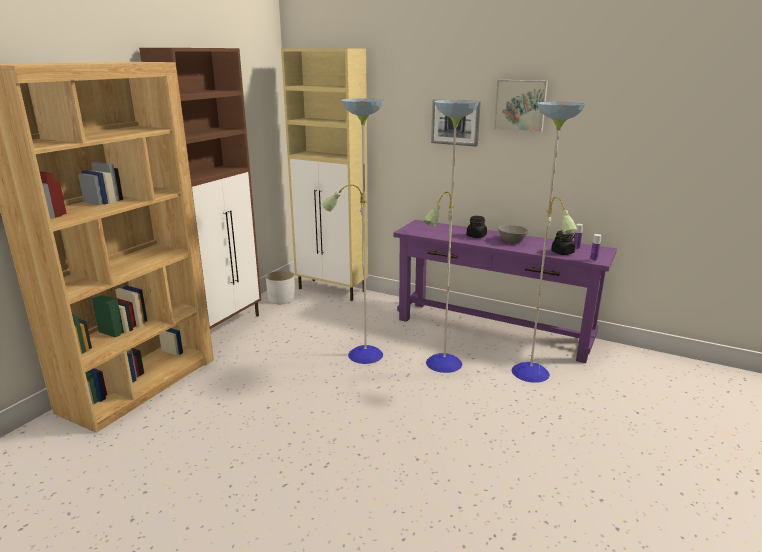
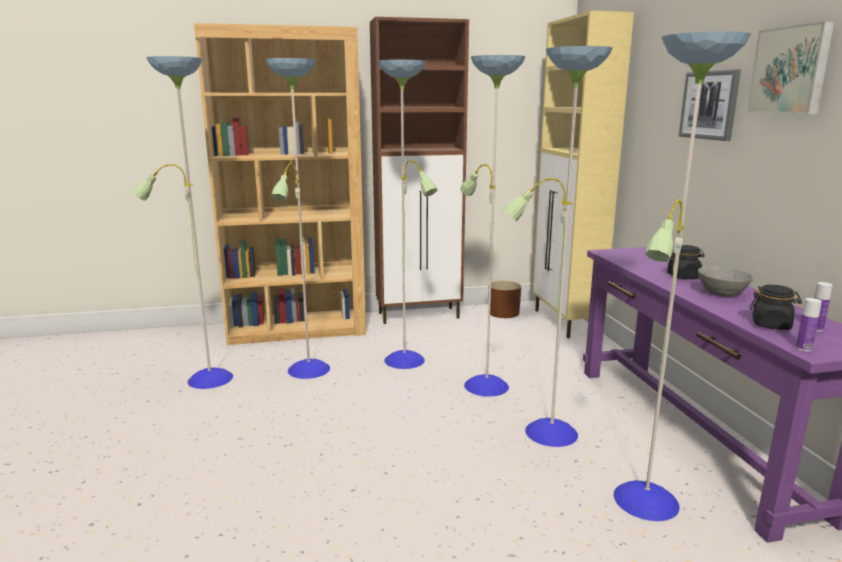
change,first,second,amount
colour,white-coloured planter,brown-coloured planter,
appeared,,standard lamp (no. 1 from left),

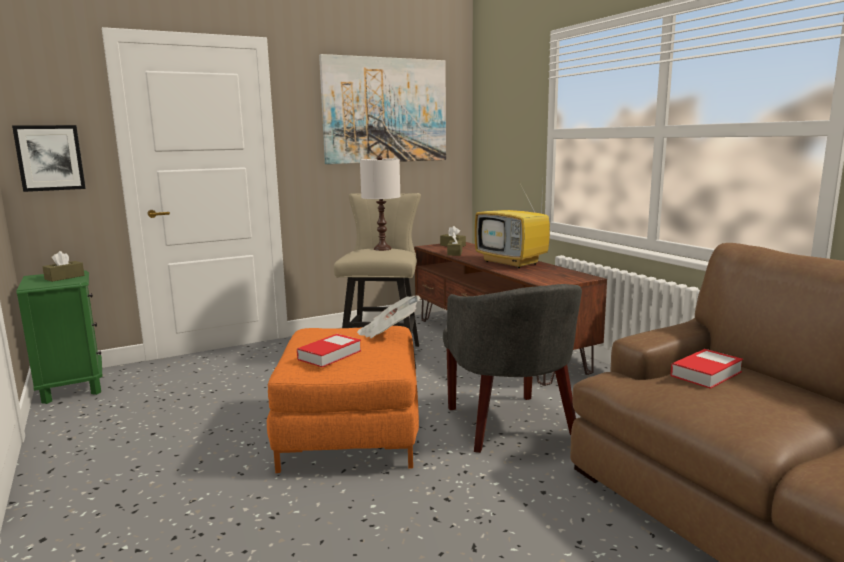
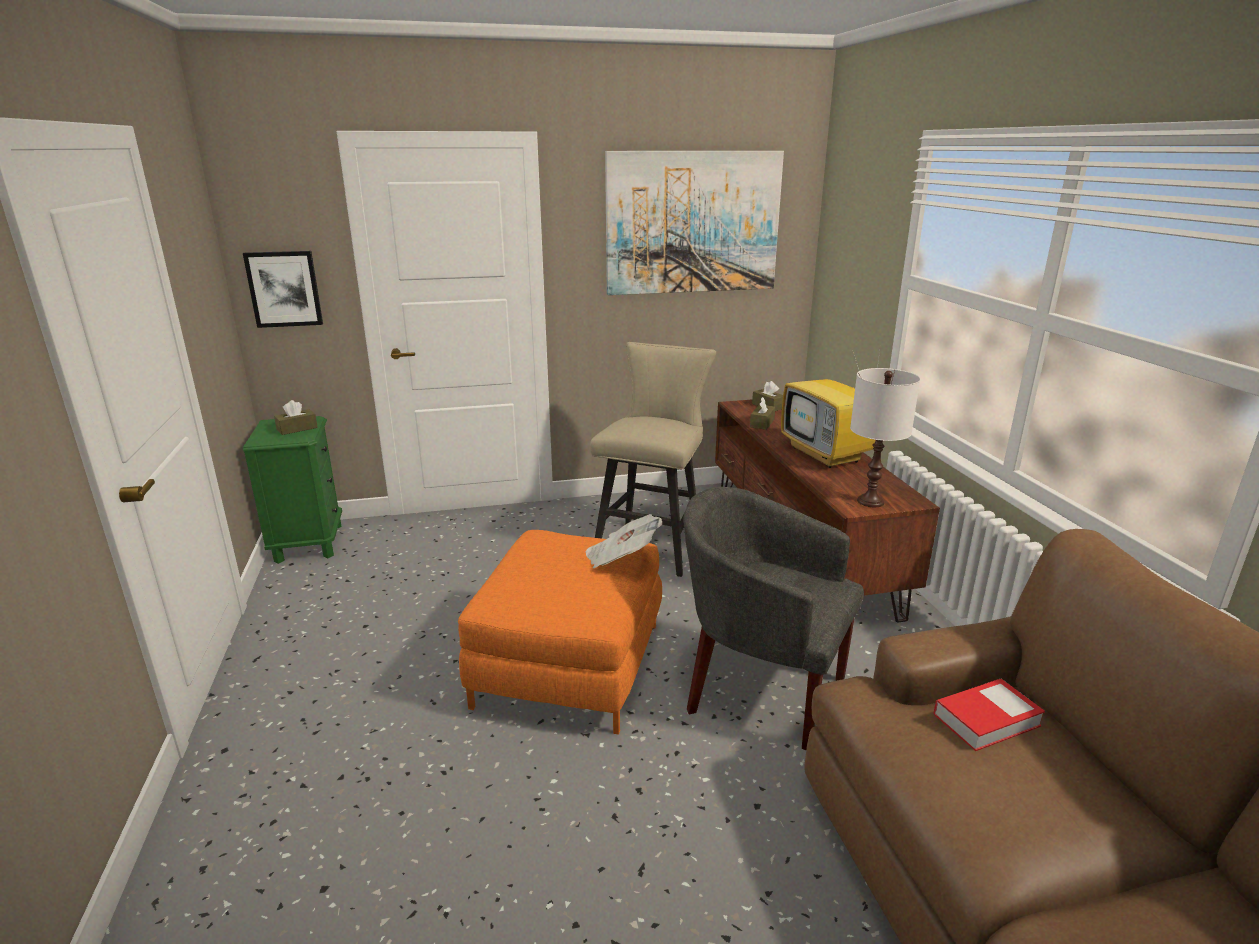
change,first,second,amount
relocated,white-coloured table lamp,,
spun,gray easy chair,,120 degrees clockwise
missing,bound book (no. 1 from left),,

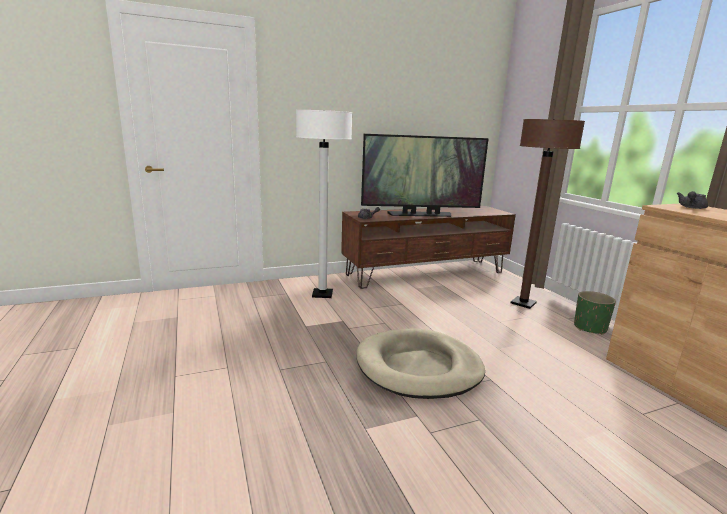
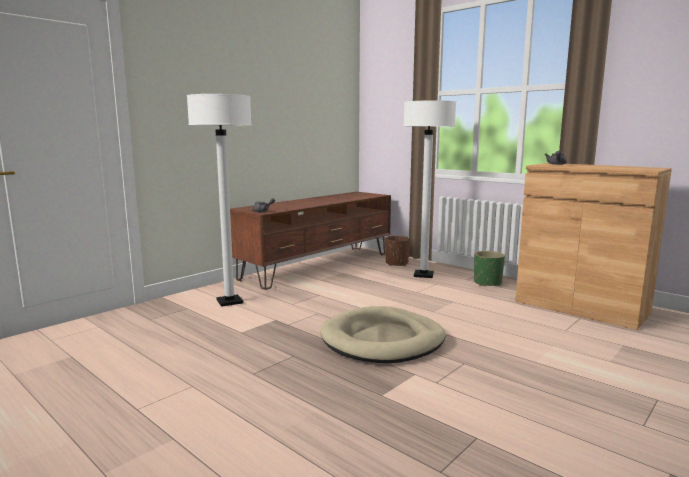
change,first,second,amount
colour,brown-coloured standard lamp,white-coloured standard lamp (no. 2 from left),
missing,TV set,,
appeared,,brown-coloured planter,

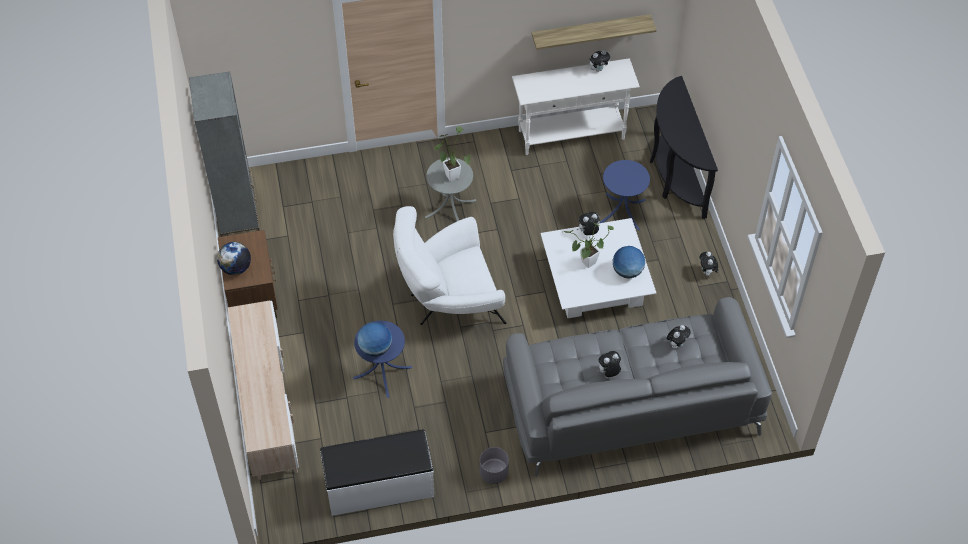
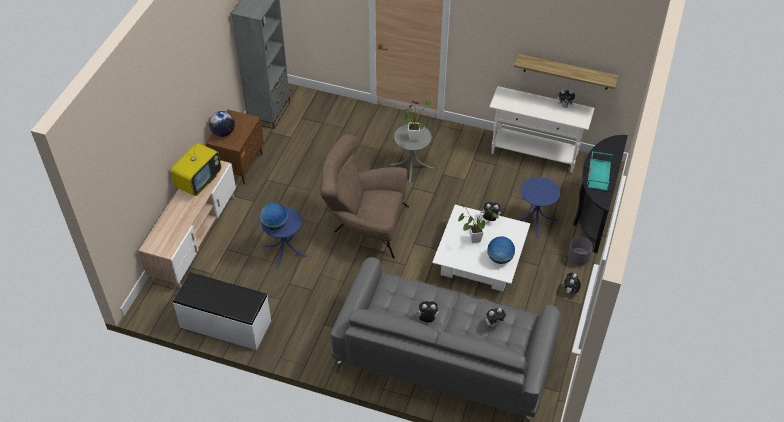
change,first,second,amount
colour,white-coloured easy chair,brown-coloured easy chair,
relocated,gray planter,,
appeared,,TV set,
appeared,,turquoise tray,

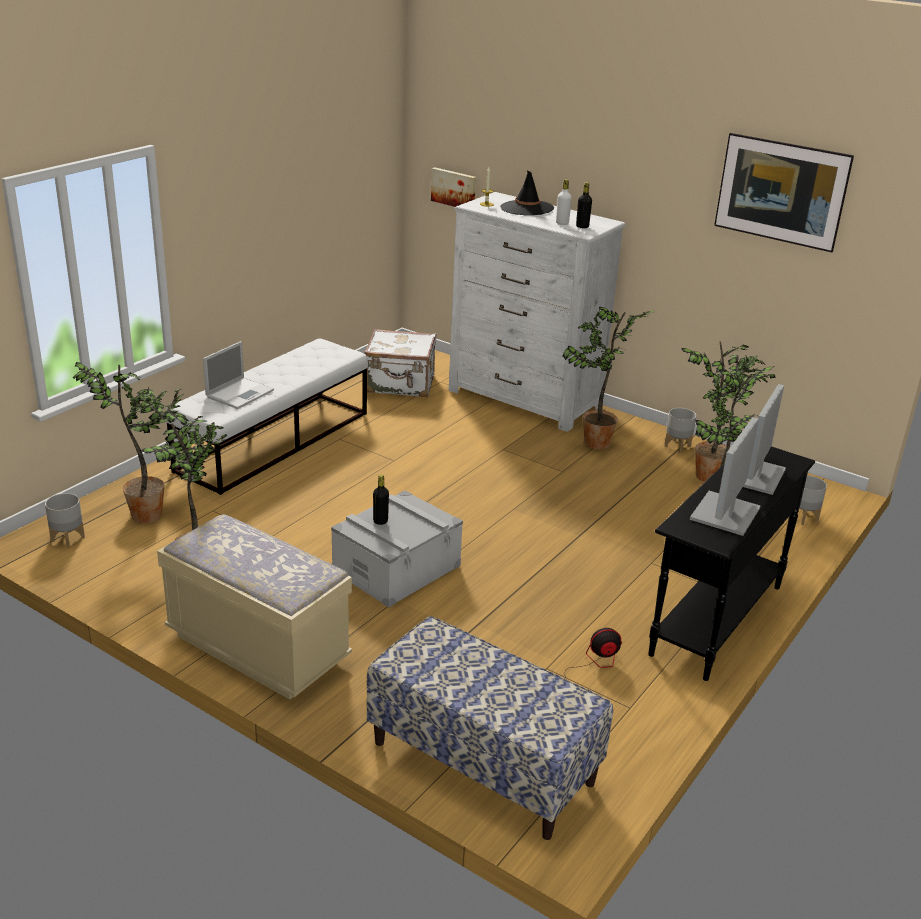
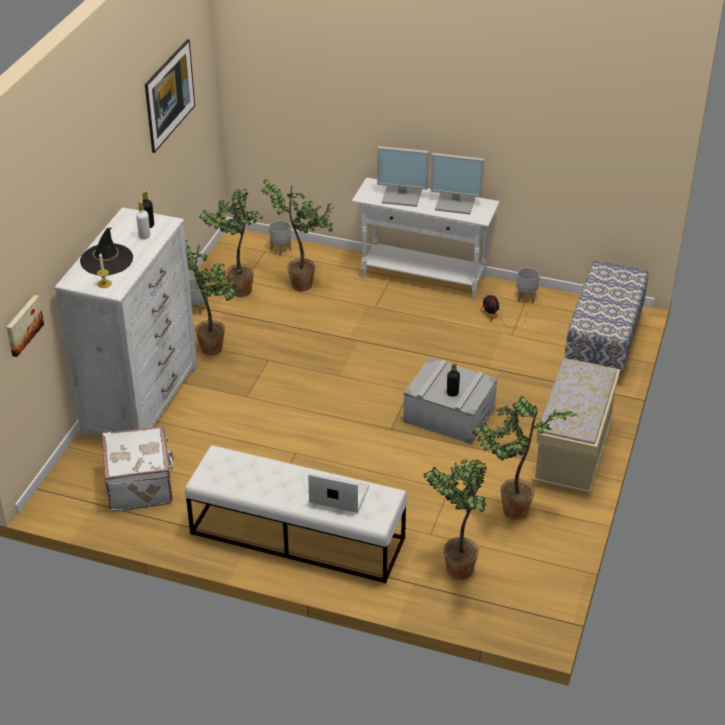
change,first,second,amount
colour,black narrow table,white-coloured narrow table,
relocated,gray planter (no. 1 from left in the first image),gray planter (no. 3 from left),

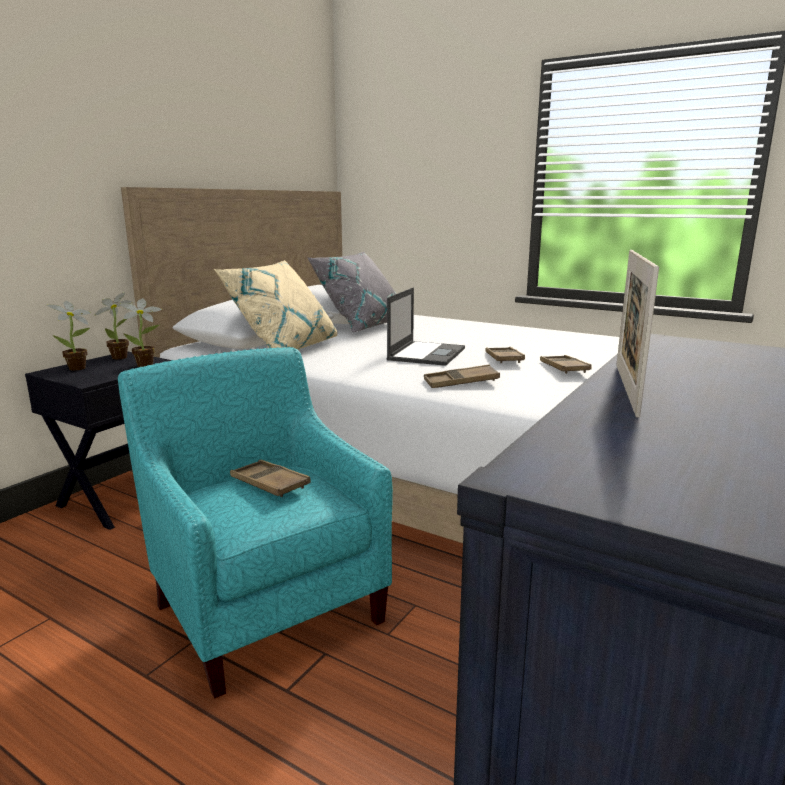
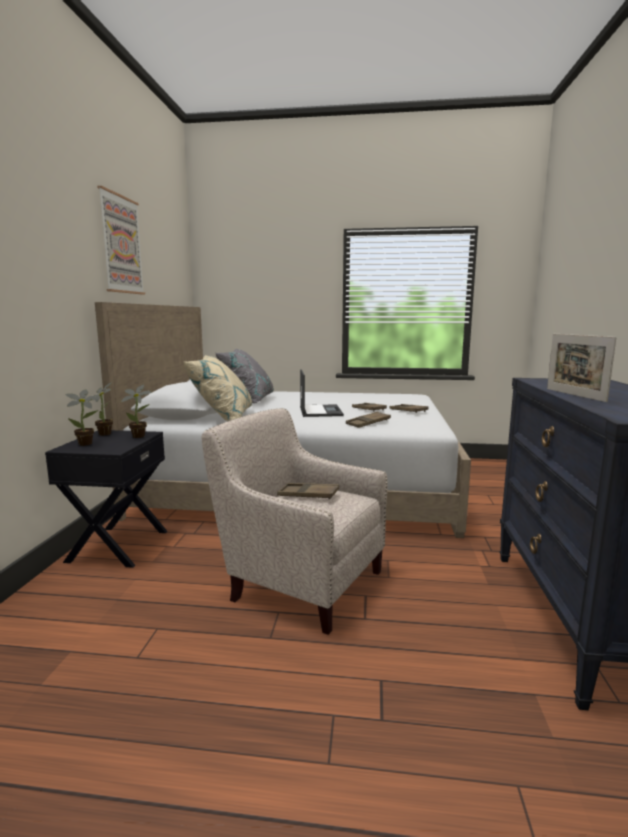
change,first,second,amount
colour,turquoise easy chair,sand-coloured easy chair,
appeared,,wall art,

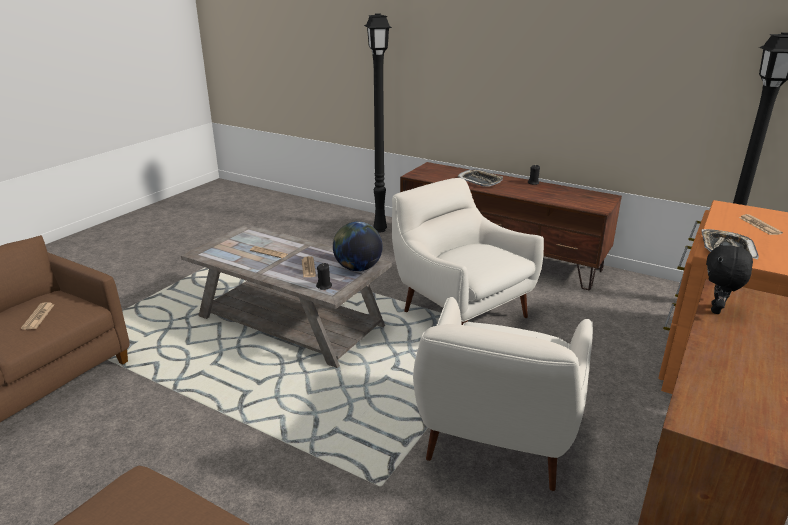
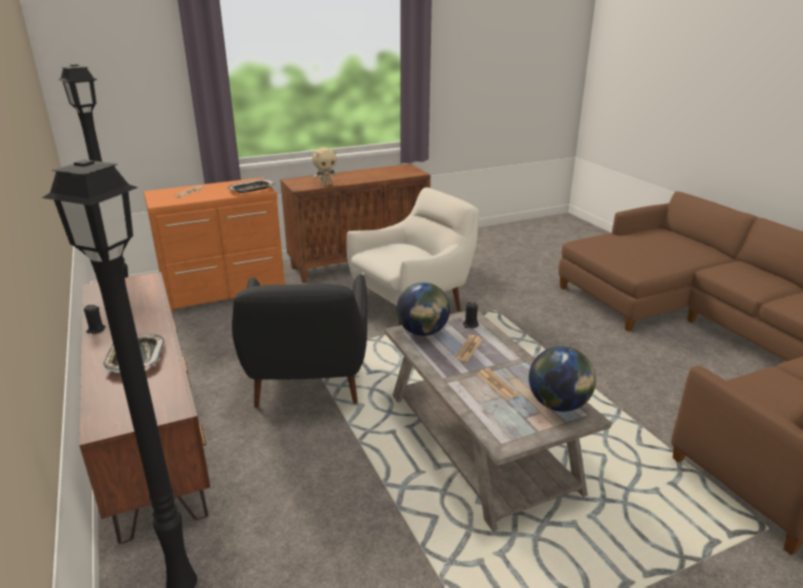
change,first,second,amount
colour,white-coloured easy chair (no. 1 from left),black easy chair,
colour,black soft toy,sand-coloured soft toy,
missing,daily paper (no. 1 from left),,
appeared,,world globe (no. 2 from left),

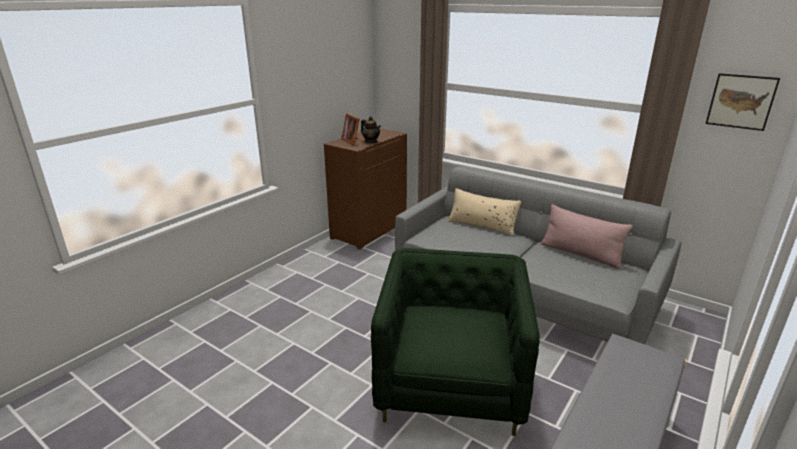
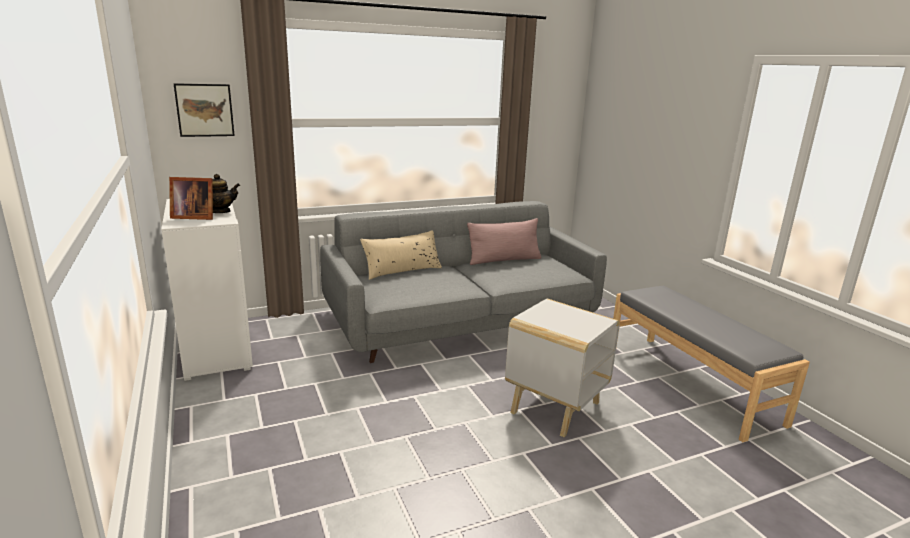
change,first,second,amount
relocated,wall art,,
colour,brown-coloured storage cabinet,white-coloured storage cabinet,
exchanged,green easy chair,white-coloured side table,

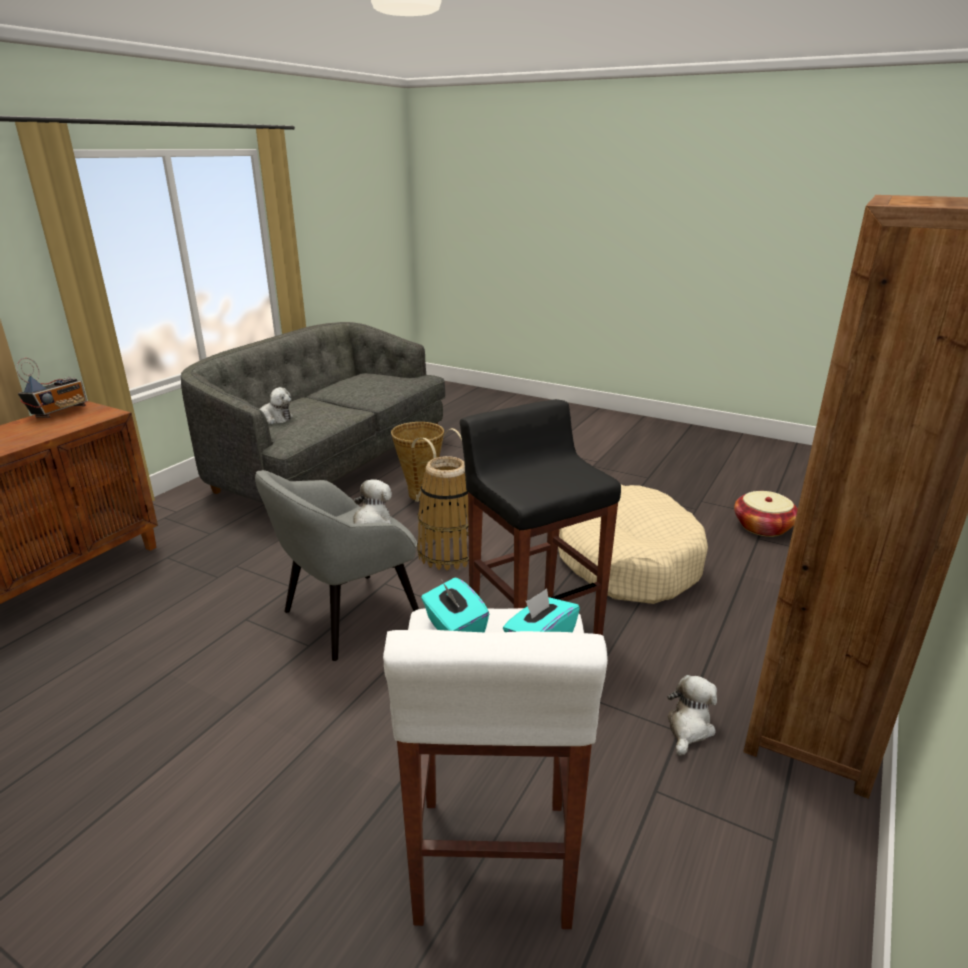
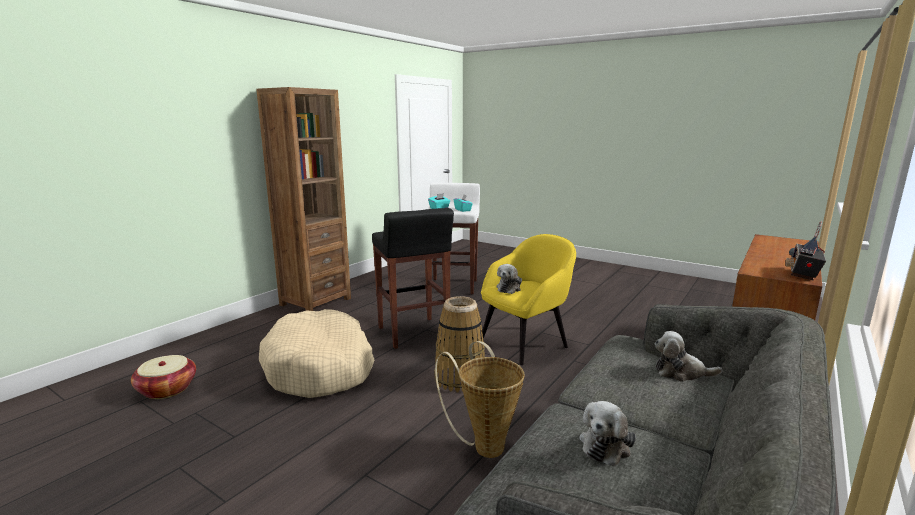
change,first,second,amount
colour,gray easy chair,yellowish easy chair,
relocated,soft toy (no. 3 from left in the first image),soft toy (no. 2 from left),

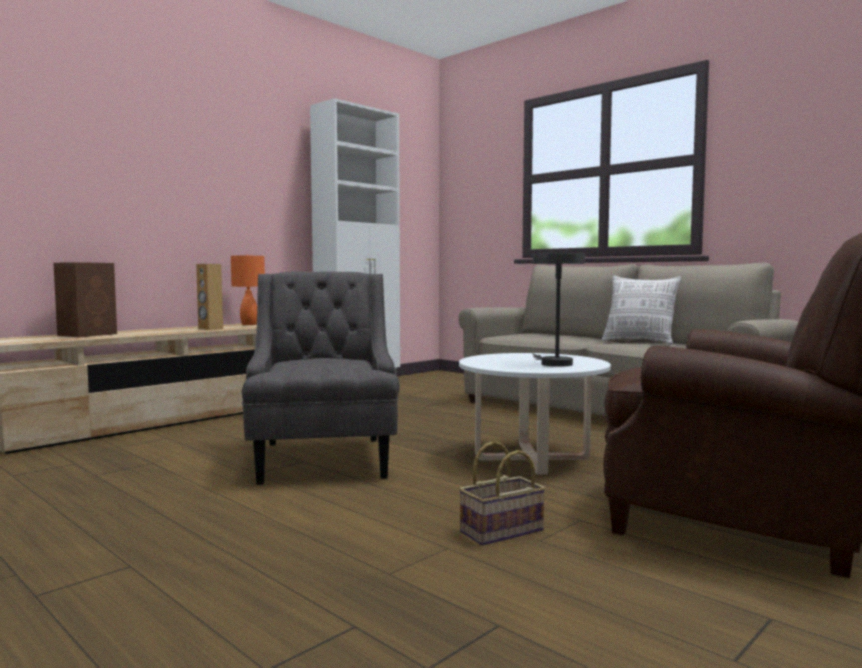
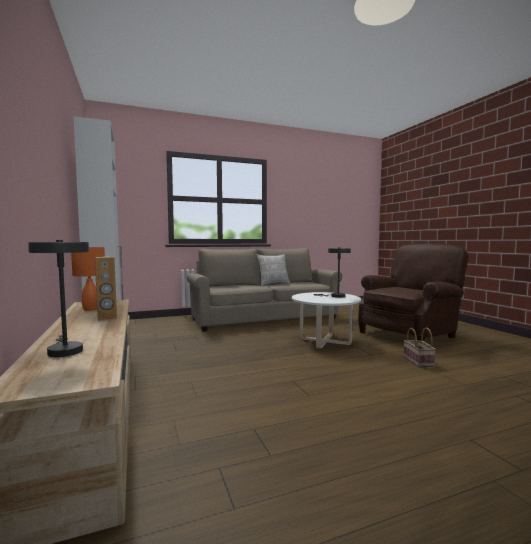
change,first,second,amount
exchanged,brown-coloured audio speaker (no. 1 from left),gray table lamp (no. 1 from left),
missing,gray easy chair,,

